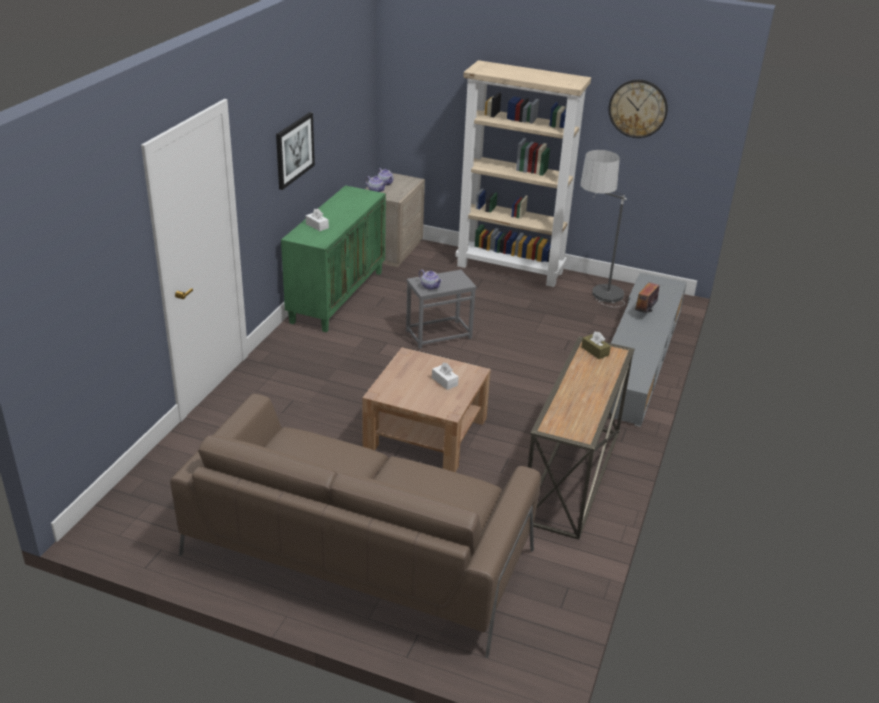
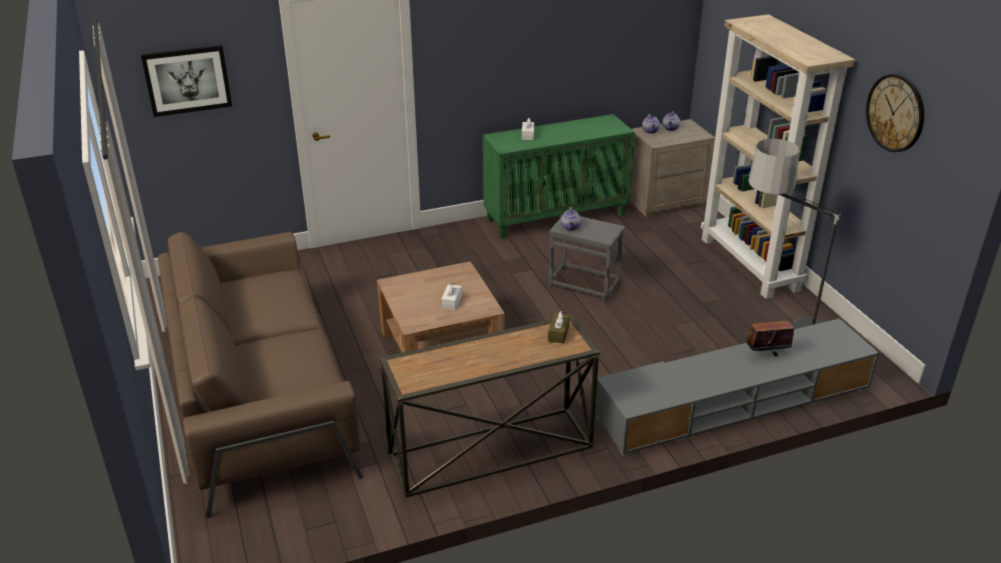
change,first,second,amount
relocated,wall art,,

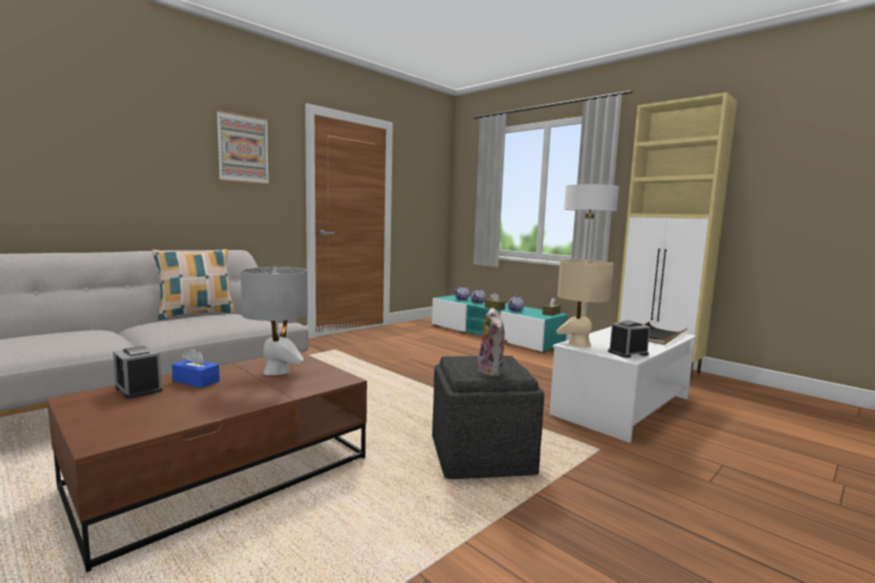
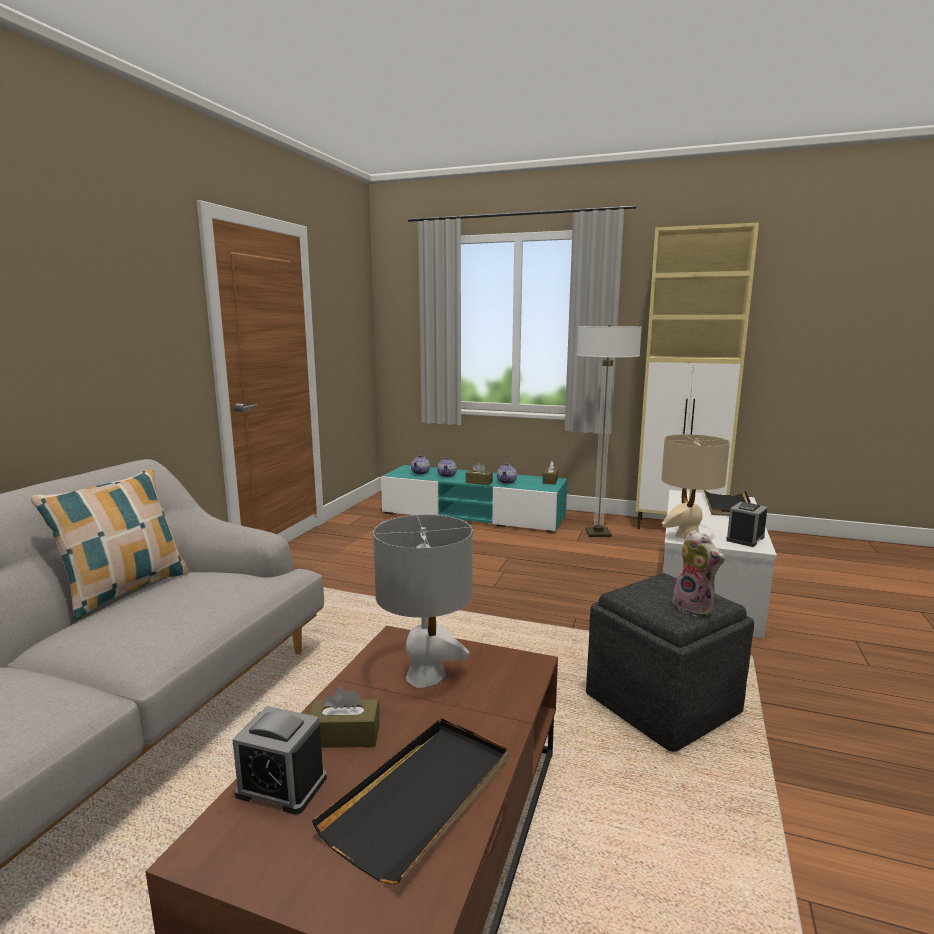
change,first,second,amount
missing,wall art,,
colour,bluish box of tissues,brown-coloured box of tissues (no. 1 from left),
appeared,,black tray (no. 1 from left),

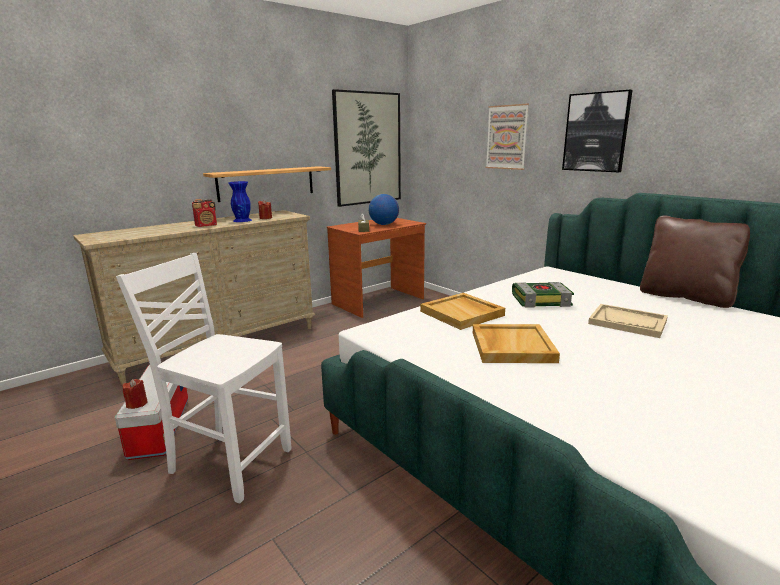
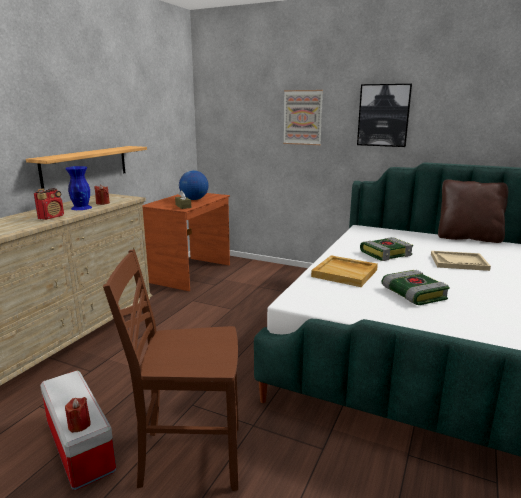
change,first,second,amount
missing,wall art (no. 1 from left),,
colour,white-coloured chair,brown-coloured chair,
exchanged,sand-coloured tray (no. 2 from left),bound book (no. 2 from left),

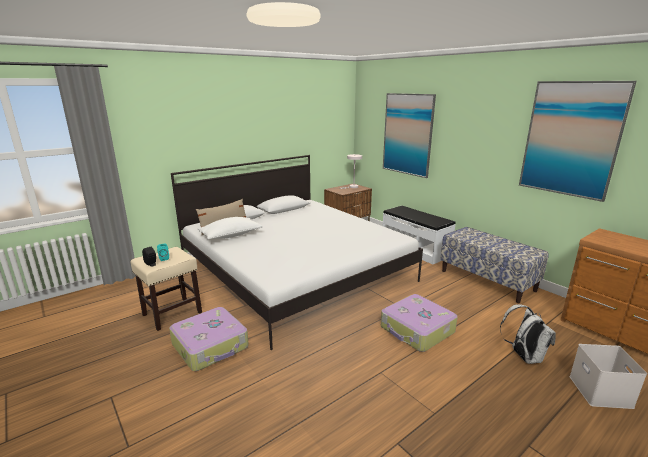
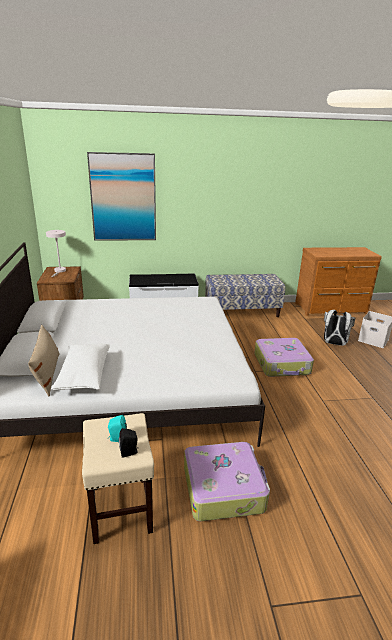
change,first,second,amount
missing,wall art (no. 2 from left),,

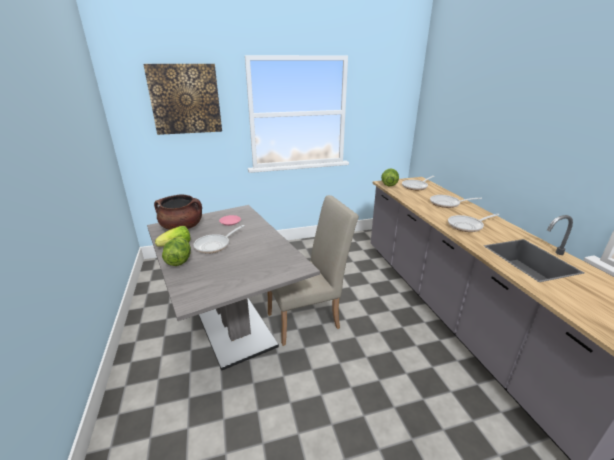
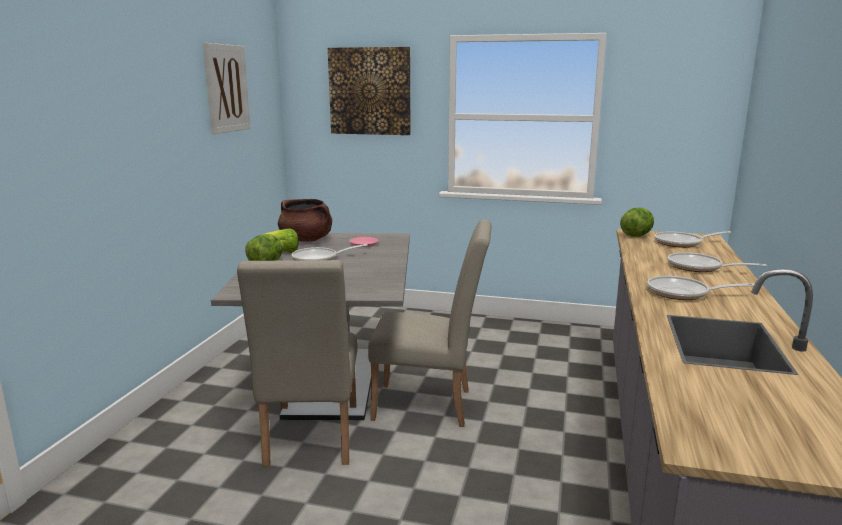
change,first,second,amount
appeared,,wall art (no. 1 from left),
appeared,,sand-coloured chair (no. 1 from left),

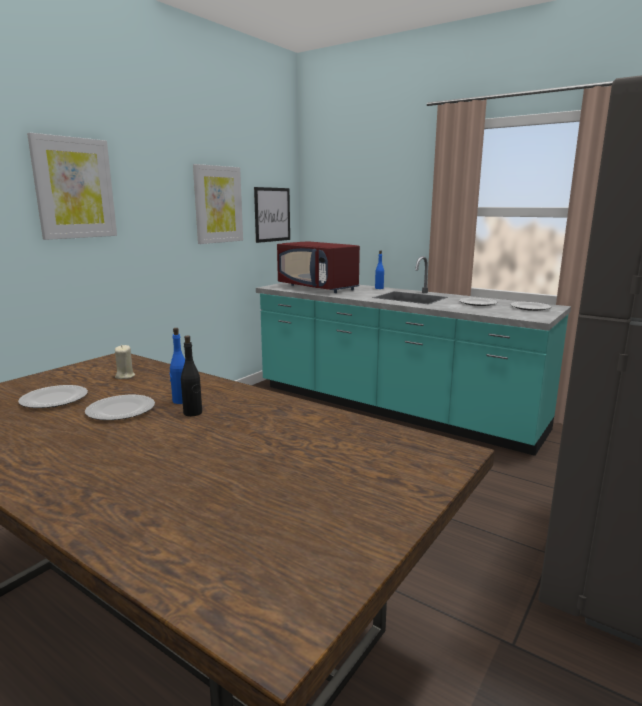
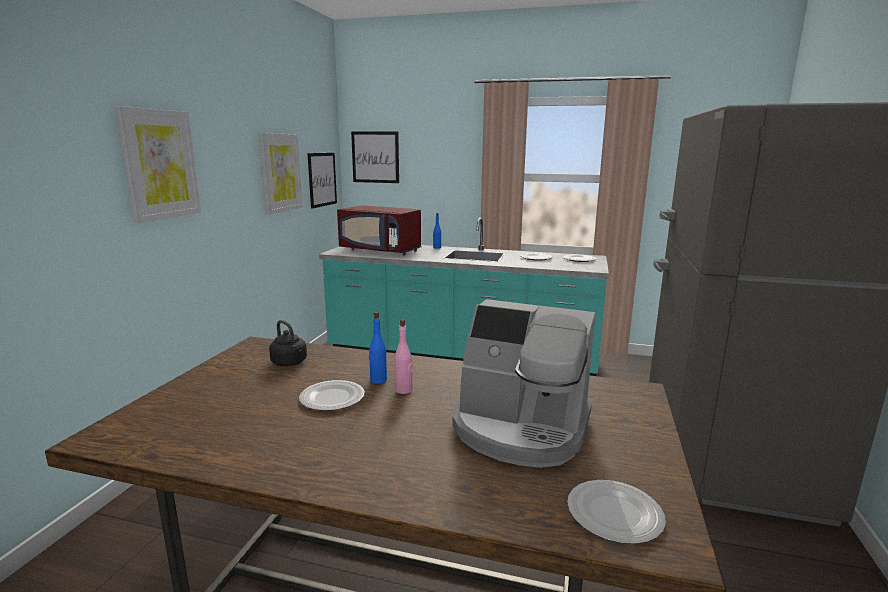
change,first,second,amount
colour,black beverage bottle,pinkish beverage bottle,
exchanged,sand-coloured wax candle,black water kettle,
relocated,plate (no. 1 from left in the first image),plate (no. 4 from left),
appeared,,wall art (no. 4 from left),
appeared,,coffee brewer,

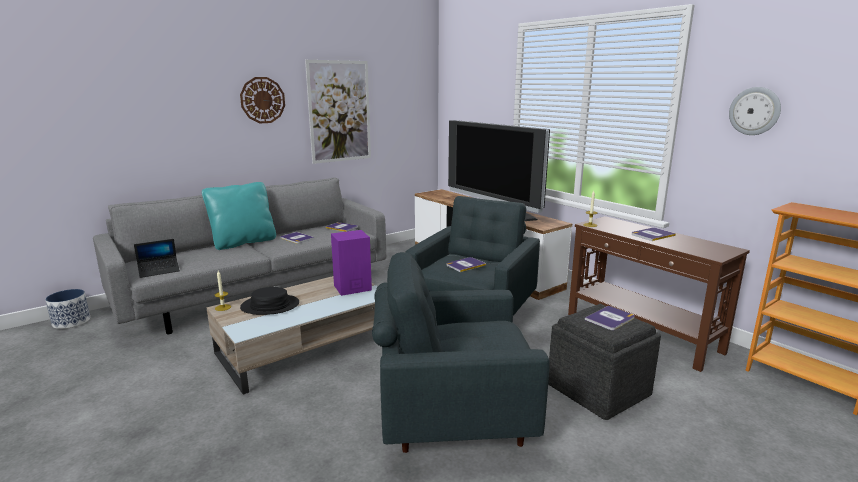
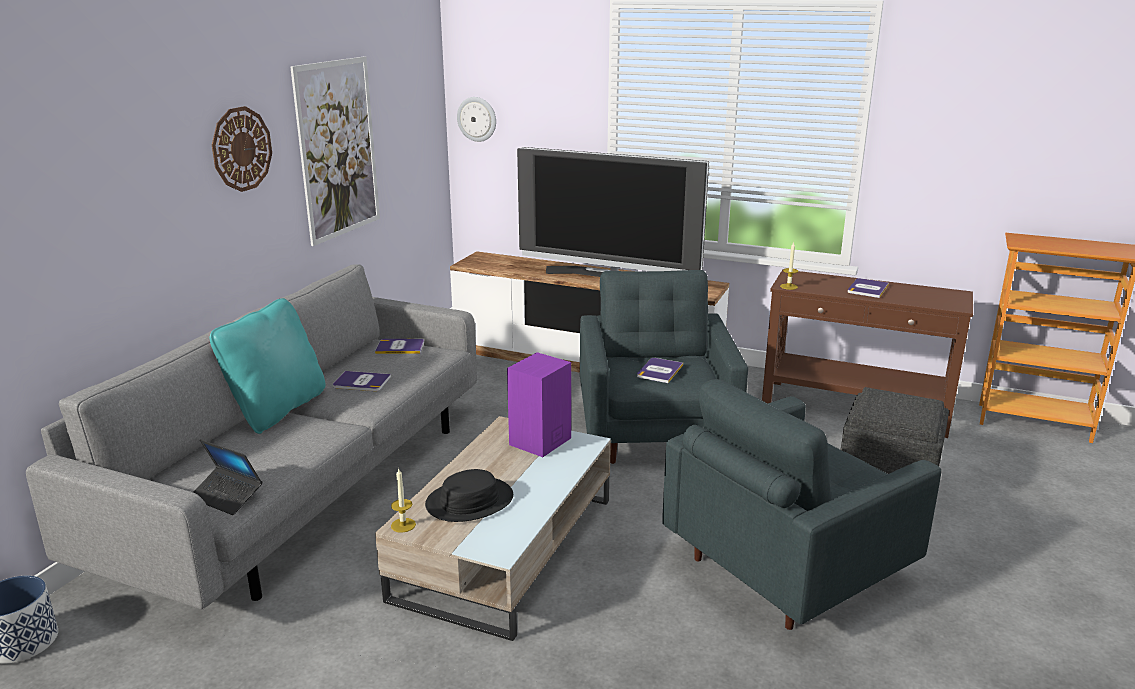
change,first,second,amount
relocated,wall clock (no. 2 from left),,
spun,portable computer,,90 degrees clockwise
missing,bound book (no. 4 from left),,

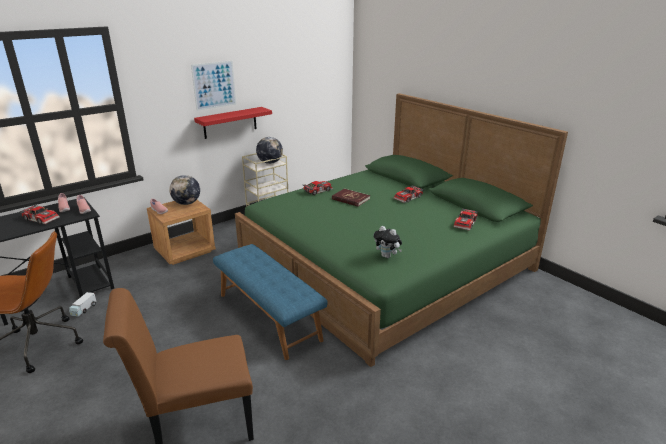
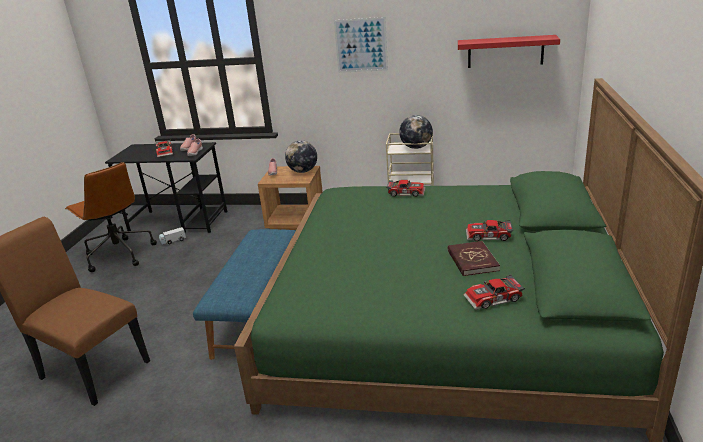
change,first,second,amount
relocated,red shelf,,
relocated,red bound book,,
missing,soft toy,,

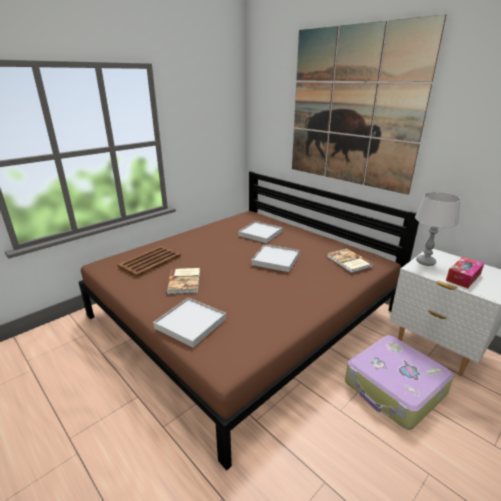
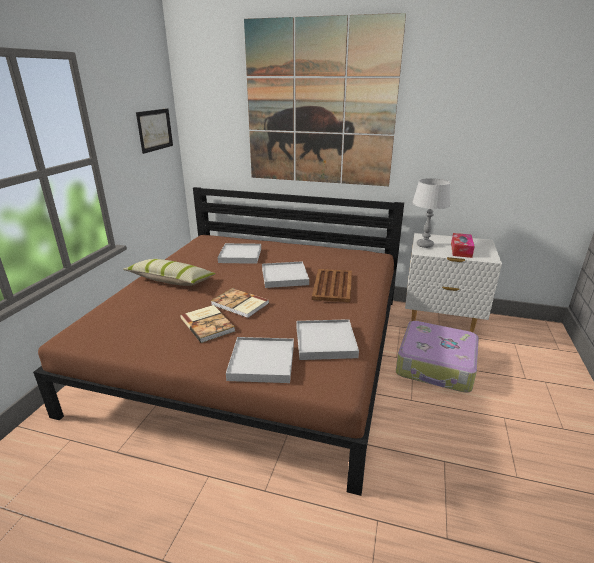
change,first,second,amount
relocated,brown-coloured tray,,
relocated,bound book (no. 2 from left),,
appeared,,wall art (no. 1 from left),
appeared,,pillow,
appeared,,white-coloured tray (no. 4 from left),

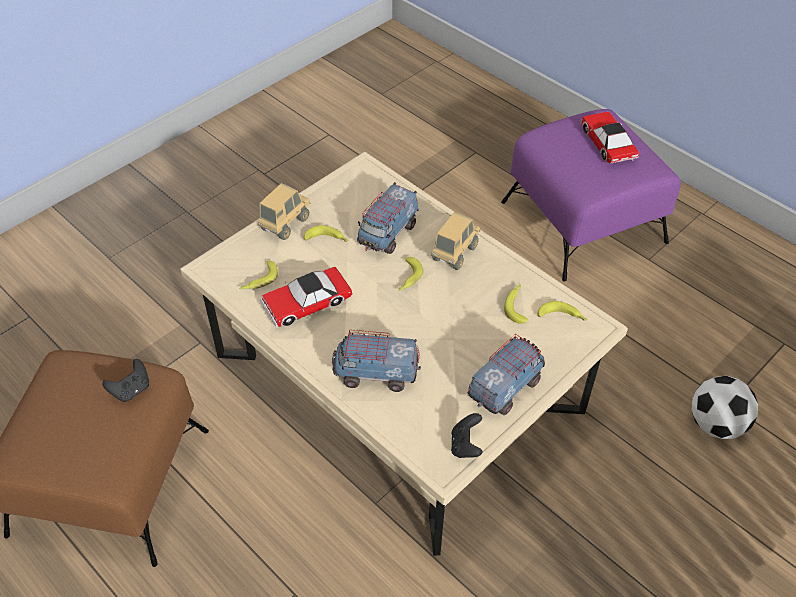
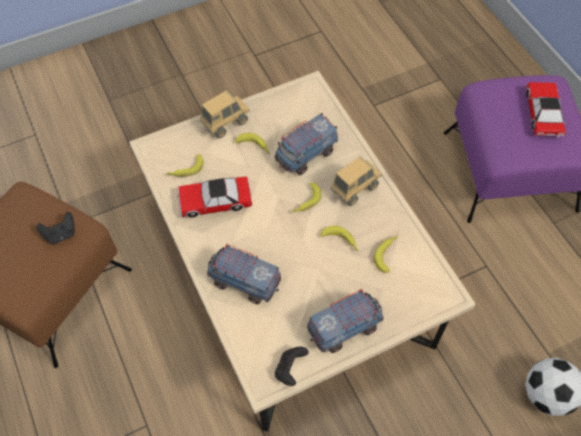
change,first,second,amount
relocated,banana (no. 5 from left in the first image),banana (no. 4 from left),

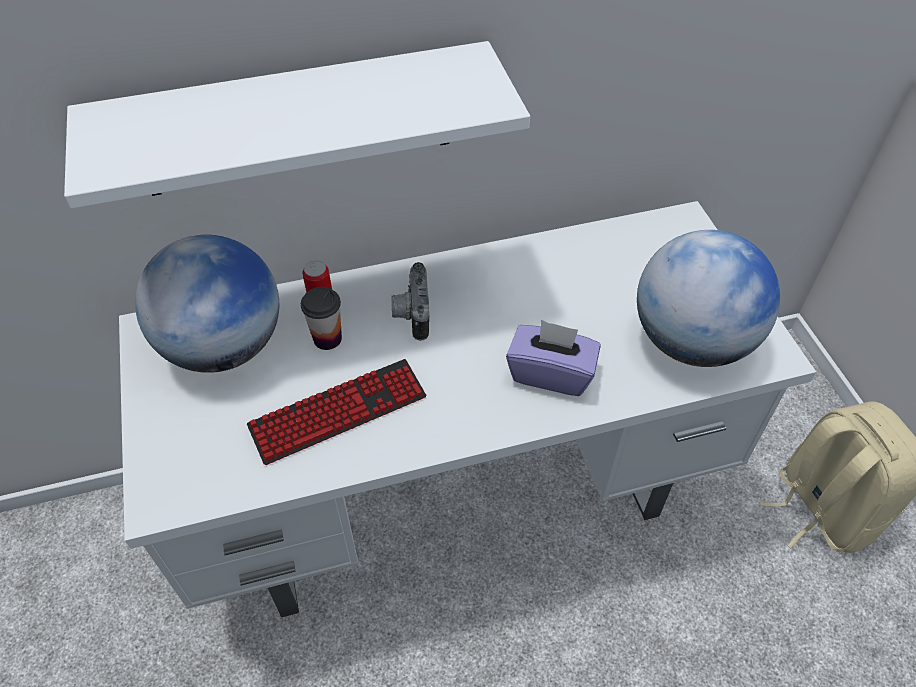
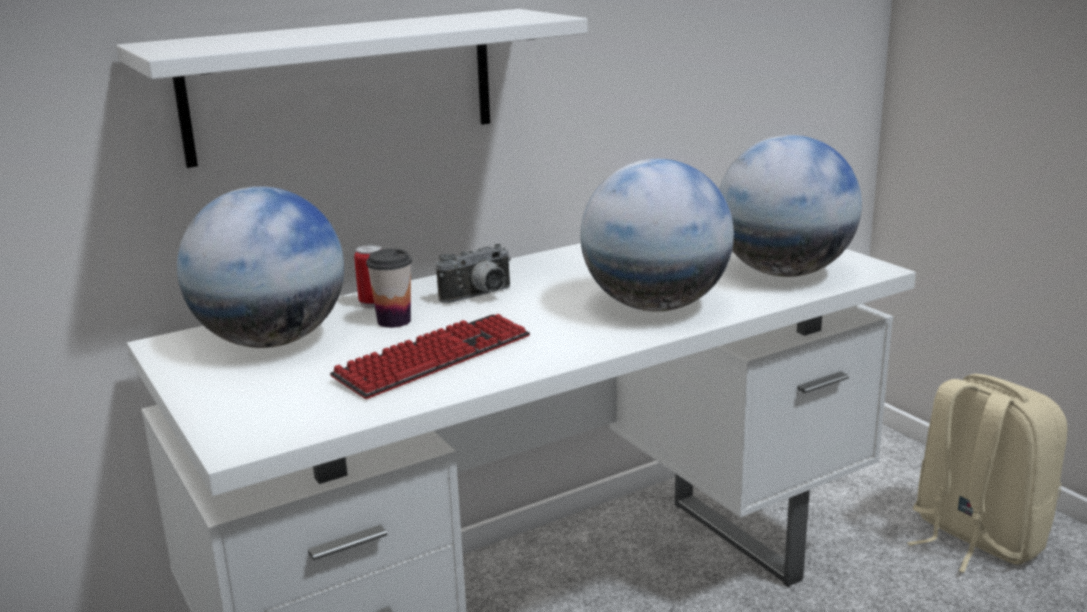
change,first,second,amount
spun,photo camera,,105 degrees counterclockwise
exchanged,purple box of tissues,world globe (no. 2 from left),

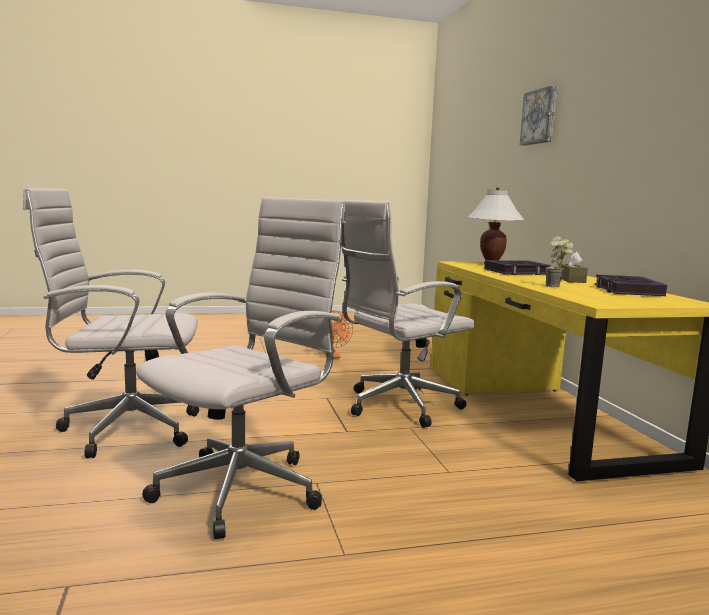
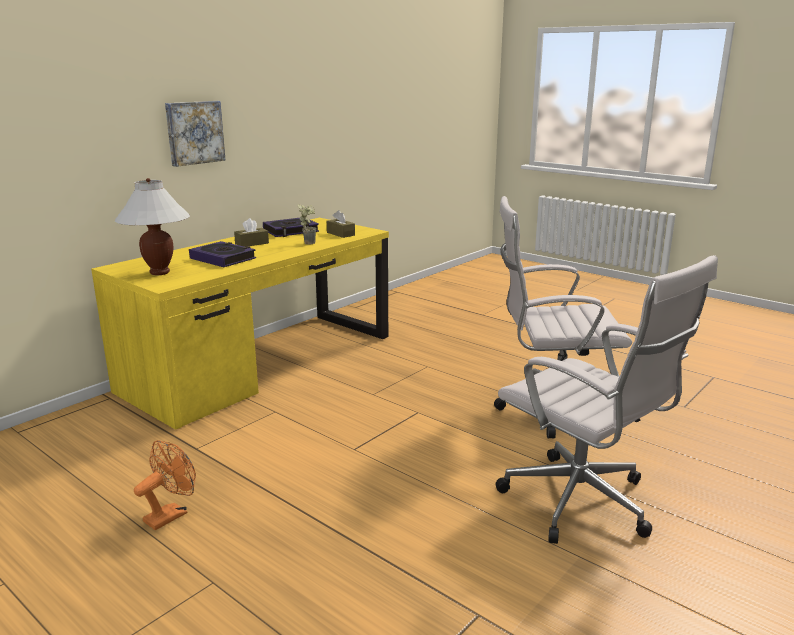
change,first,second,amount
relocated,wall art,,
missing,white-coloured desk chair (no. 3 from left),,
appeared,,brown-coloured box of tissues (no. 2 from left),

